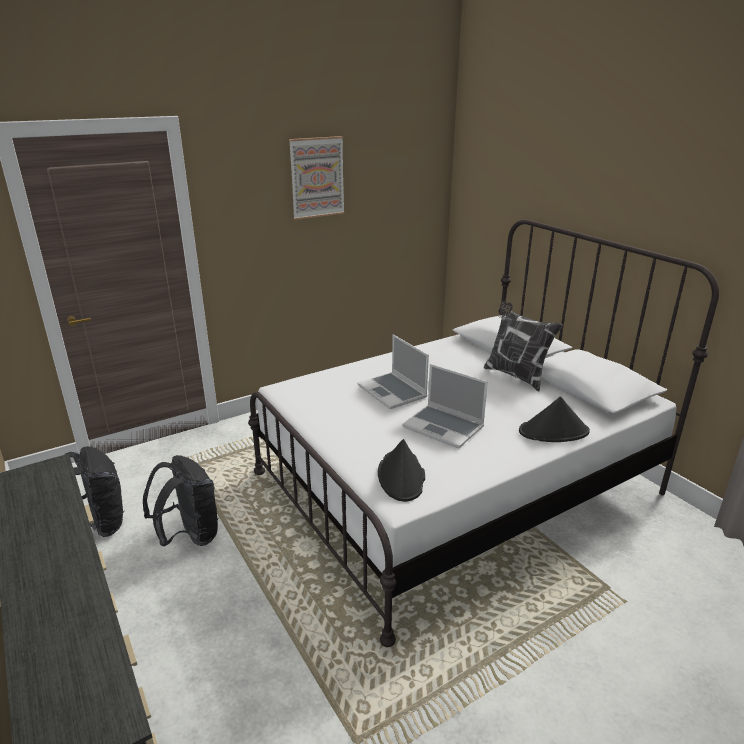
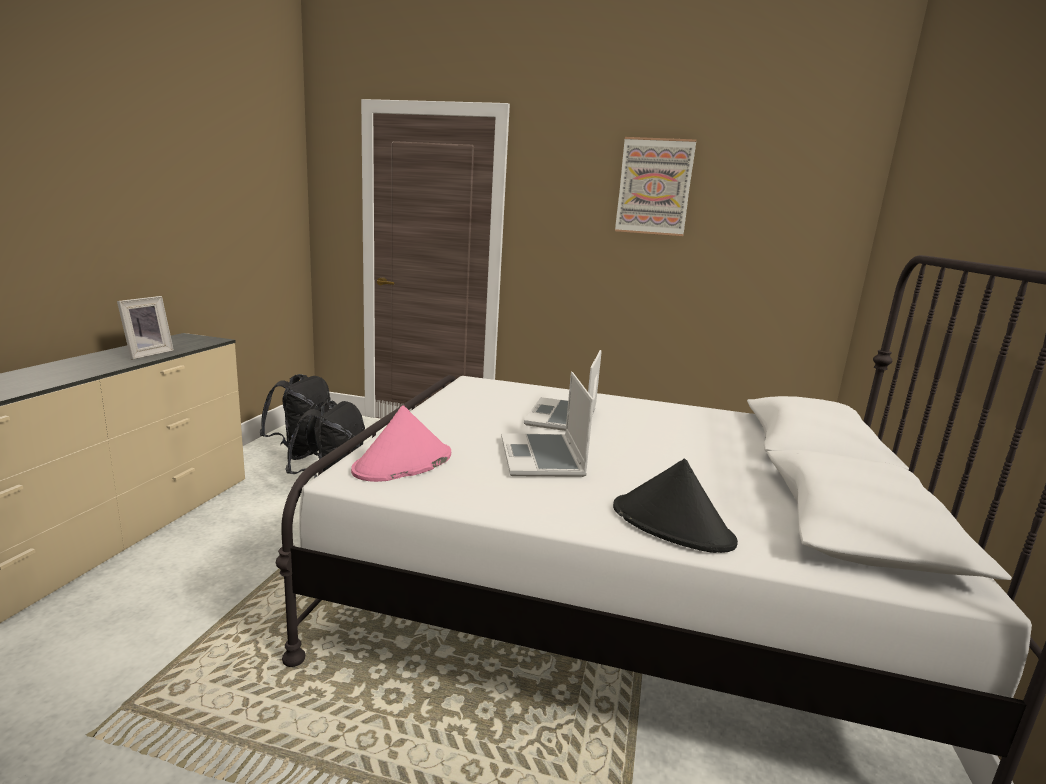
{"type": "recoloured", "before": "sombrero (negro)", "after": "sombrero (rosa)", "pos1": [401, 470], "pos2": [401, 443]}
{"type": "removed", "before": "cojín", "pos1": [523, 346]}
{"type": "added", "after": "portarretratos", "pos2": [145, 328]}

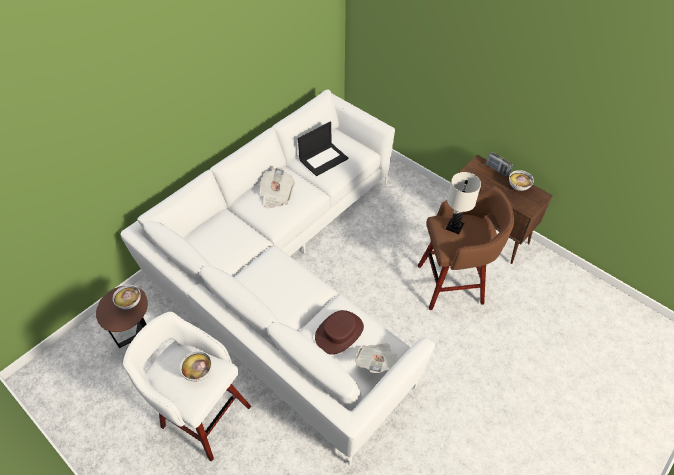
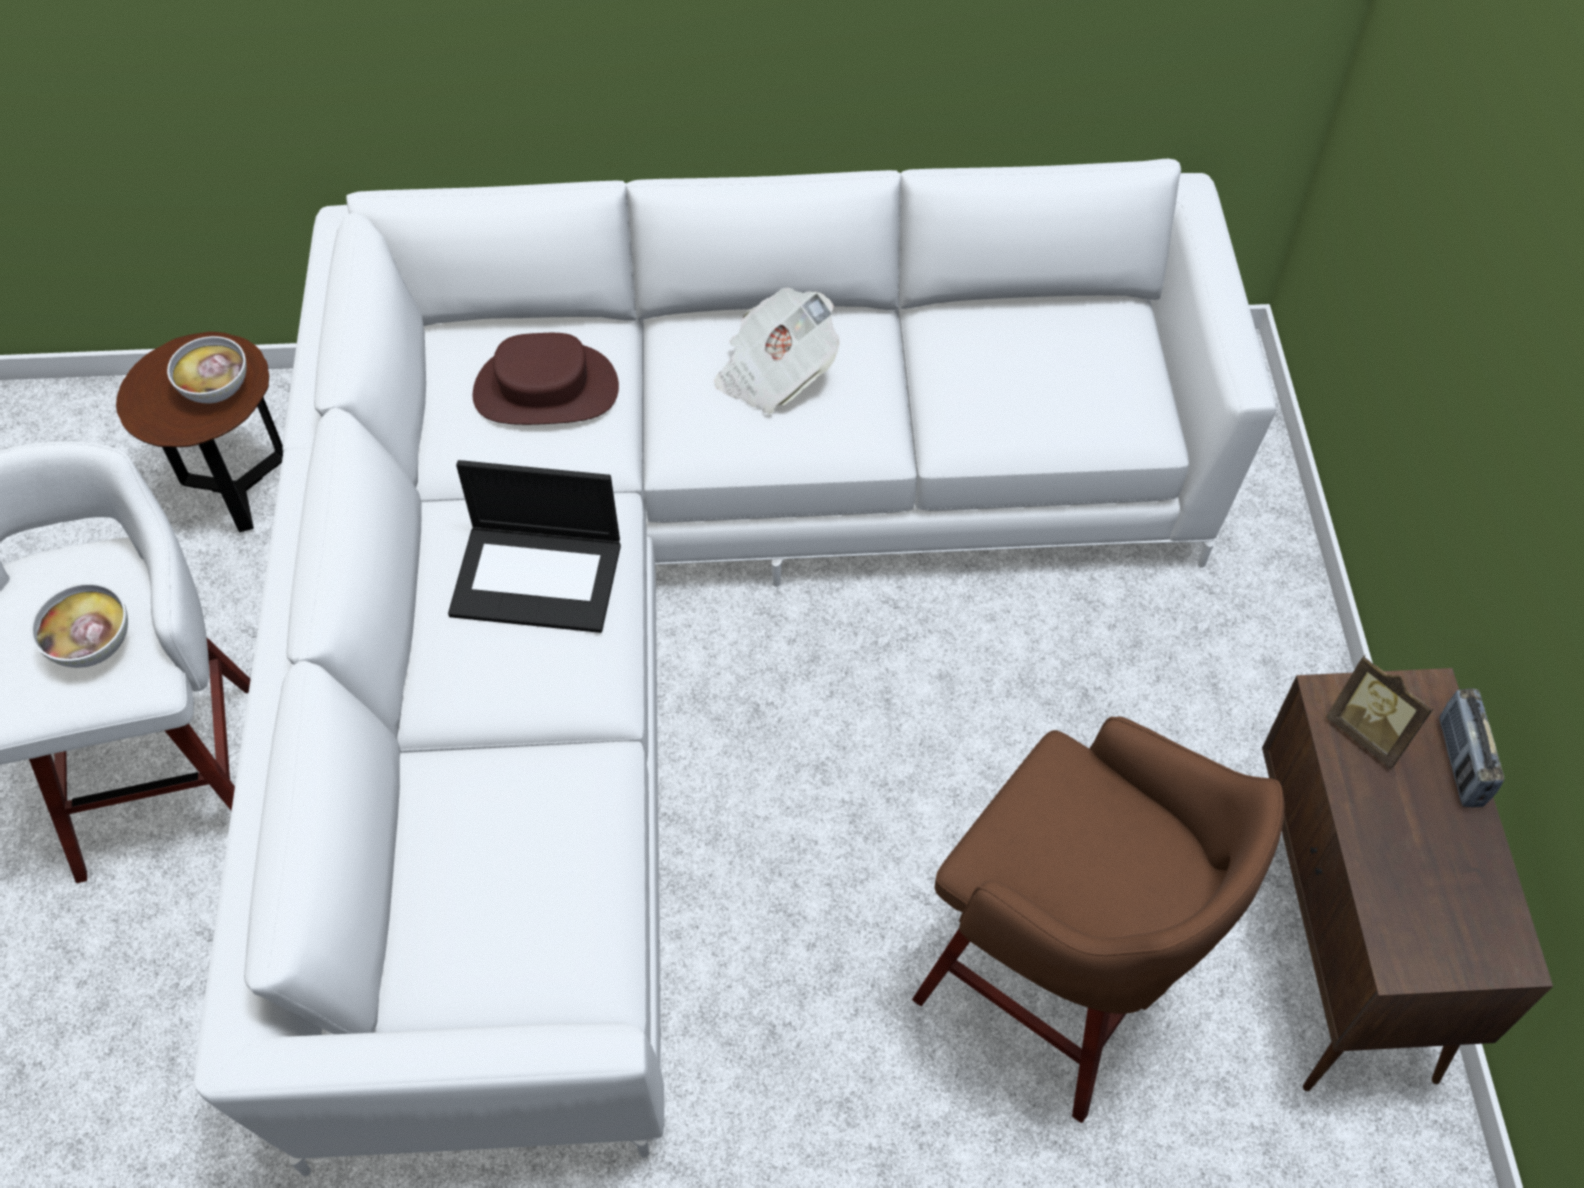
{"type": "moved", "before": "portátil", "pos1": [323, 149], "pos2": [534, 546]}
{"type": "moved", "before": "sombrero (marrón)", "pos1": [339, 332], "pos2": [546, 379]}
{"type": "removed", "before": "periódico", "pos1": [376, 358]}
{"type": "removed", "before": "lámpara de mesa (blanco)", "pos1": [463, 203]}
{"type": "removed", "before": "cuenco", "pos1": [521, 180]}
{"type": "added", "after": "portarretratos", "pos2": [1380, 712]}

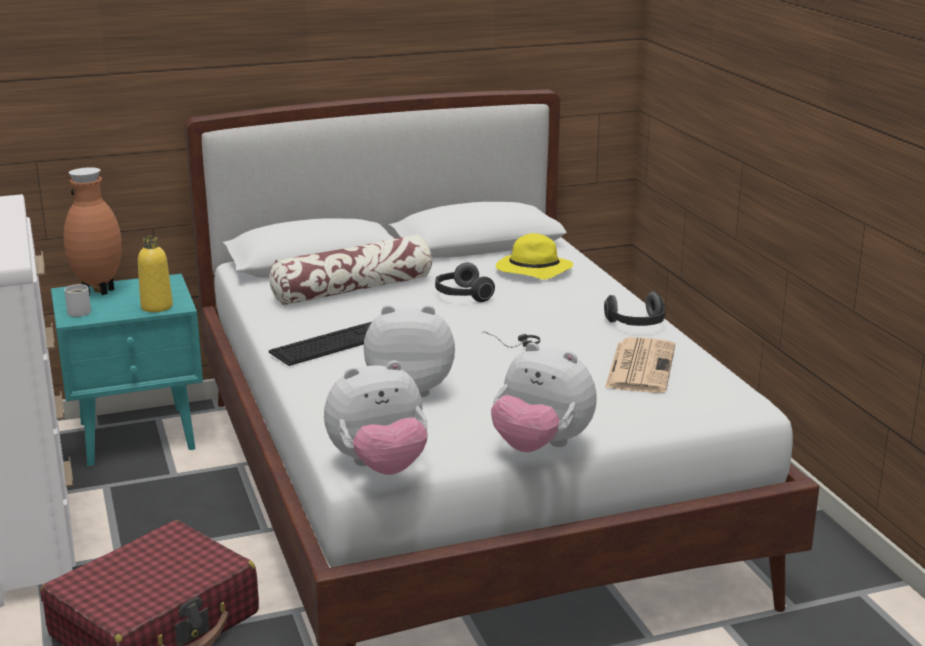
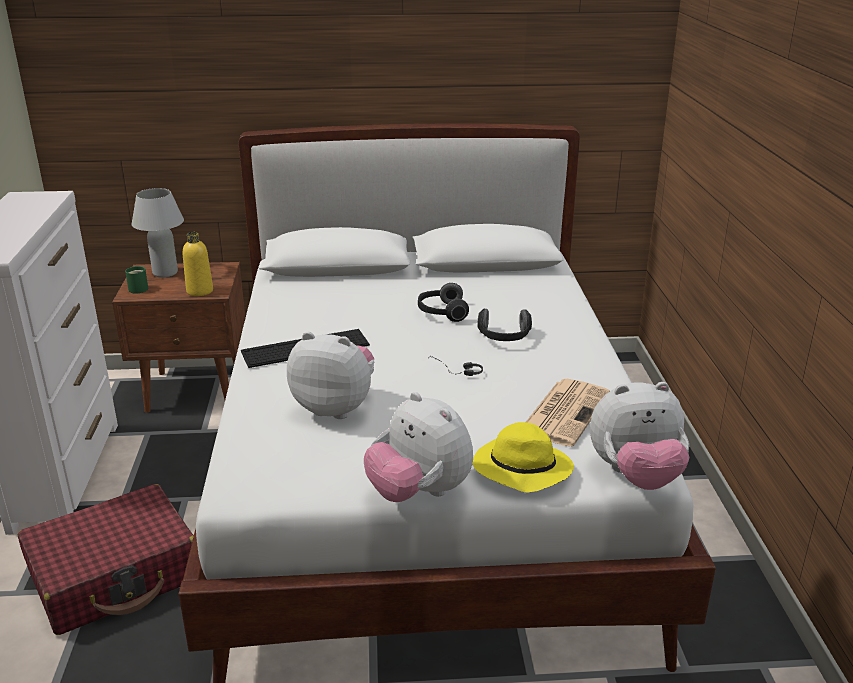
{"type": "recoloured", "before": "mesita de noche (turquesa)", "after": "mesita de noche (marrón)", "pos1": [127, 369], "pos2": [178, 337]}
{"type": "replaced", "before": "florero (marrón)", "after": "lámpara de mesa (blanco)", "pos1": [92, 231], "pos2": [158, 233]}
{"type": "recoloured", "before": "taza grande (blanco)", "after": "taza grande (verde)", "pos1": [77, 300], "pos2": [136, 280]}
{"type": "removed", "before": "cojín", "pos1": [350, 269]}
{"type": "moved", "before": "peluche", "pos1": [376, 418], "pos2": [639, 436]}
{"type": "moved", "before": "sombrero (amarillo)", "pos1": [534, 256], "pos2": [523, 457]}
{"type": "moved", "before": "auriculares", "pos1": [634, 309], "pos2": [504, 324]}

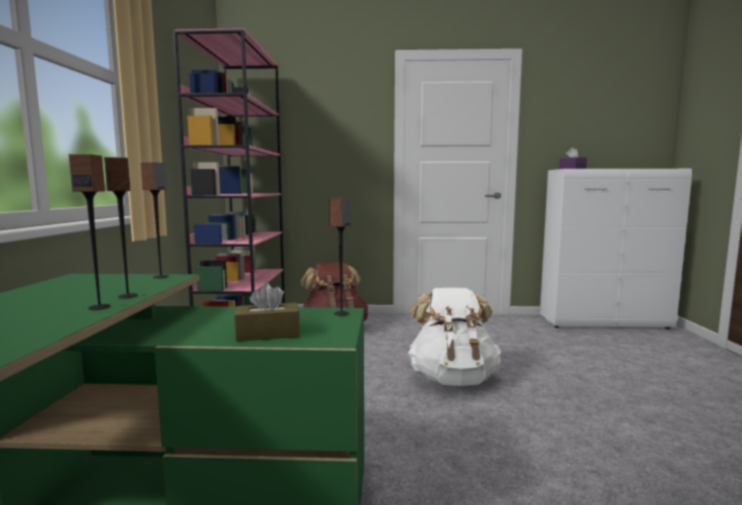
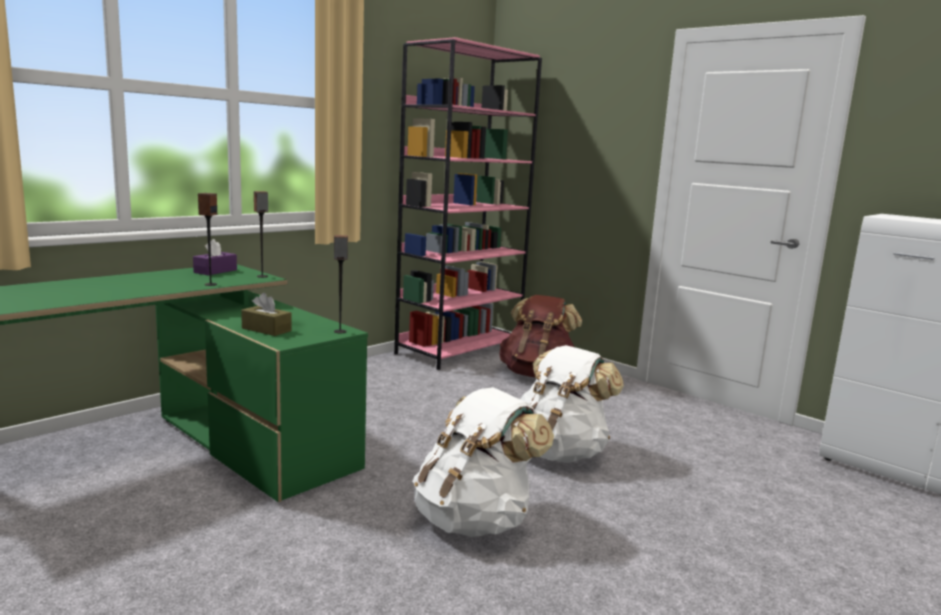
{"type": "removed", "before": "altavoz", "pos1": [90, 232]}
{"type": "moved", "before": "caja de pañuelos (morado)", "pos1": [573, 158], "pos2": [215, 257]}
{"type": "added", "after": "mochila (blanco)", "pos2": [483, 462]}

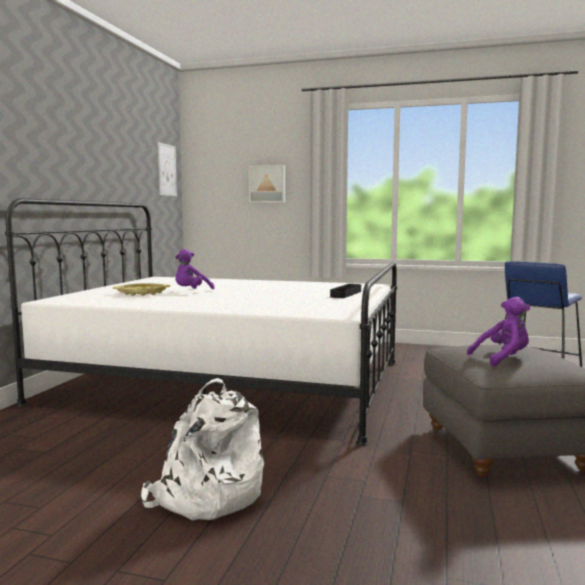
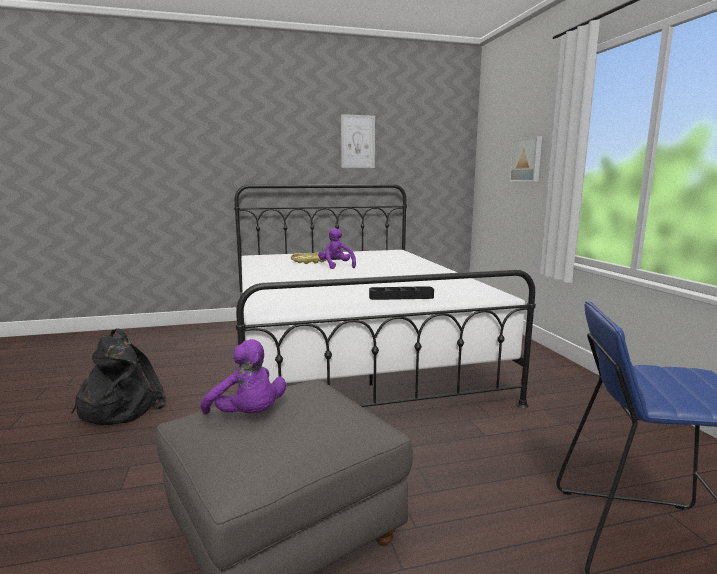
{"type": "recoloured", "before": "mochila (blanco)", "after": "mochila (negro)", "pos1": [202, 449], "pos2": [118, 376]}
{"type": "moved", "before": "cuadro", "pos1": [167, 169], "pos2": [358, 141]}
{"type": "turned", "before": "peluche (morado)", "pos1": [195, 269], "pos2": [337, 248], "turn": 60}

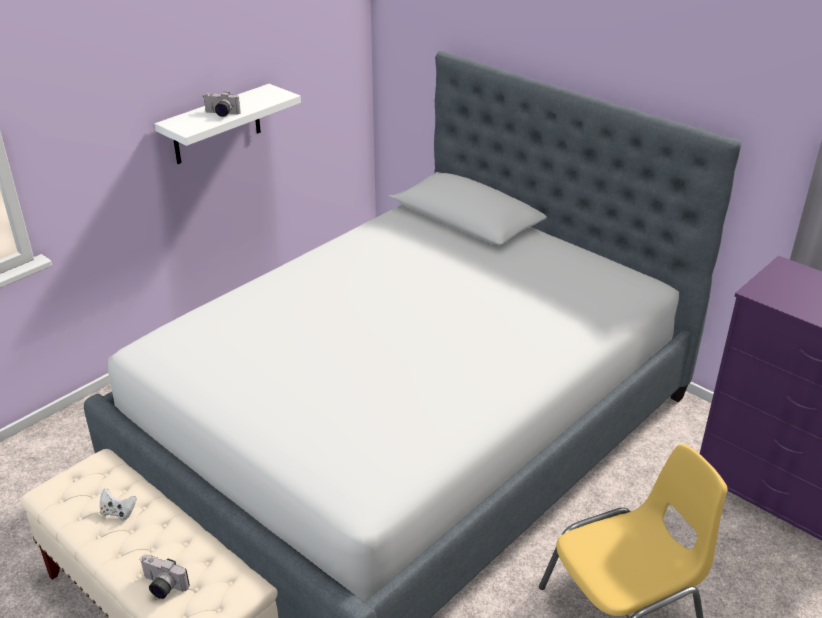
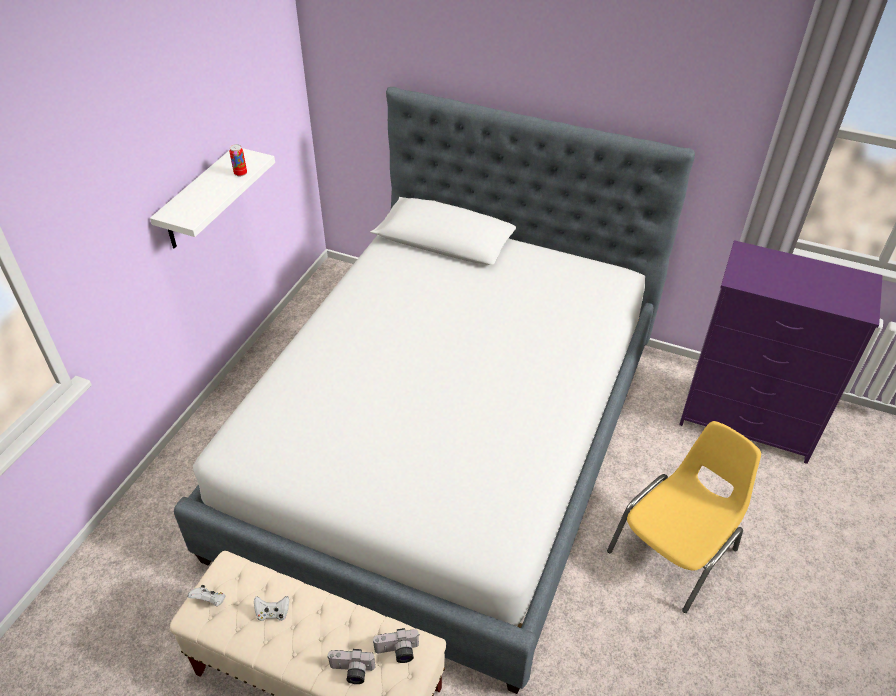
{"type": "moved", "before": "cámara", "pos1": [222, 104], "pos2": [396, 645]}
{"type": "added", "after": "mando de consola (blanco)", "pos2": [206, 595]}
{"type": "added", "after": "lata", "pos2": [238, 160]}

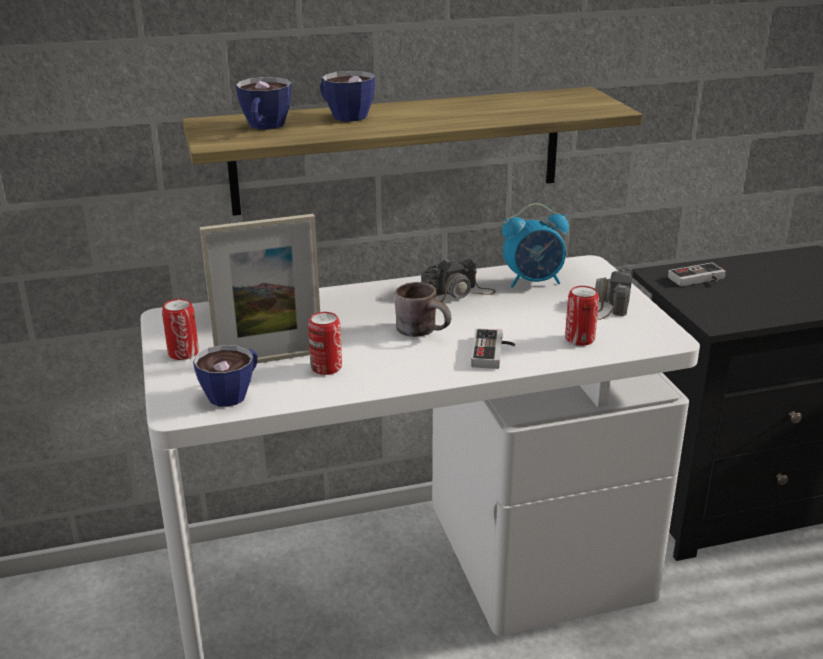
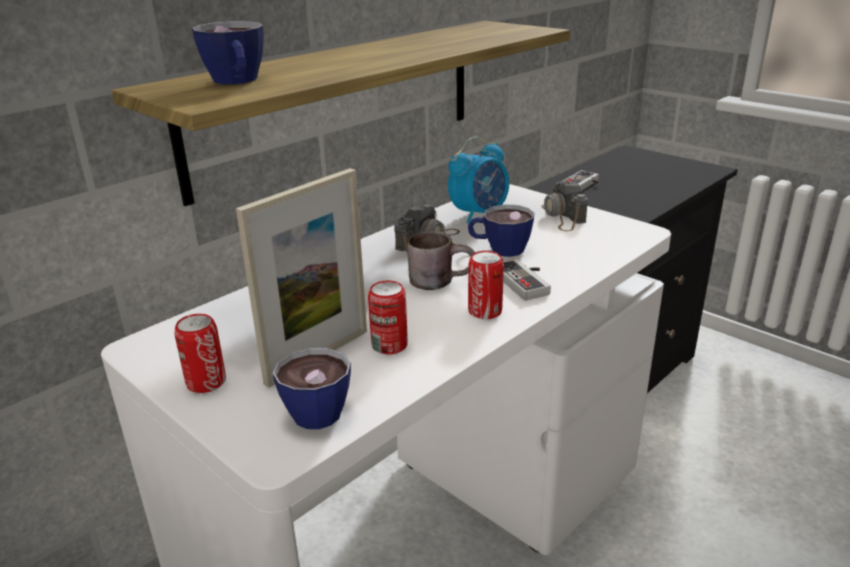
{"type": "moved", "before": "taza", "pos1": [347, 96], "pos2": [501, 230]}
{"type": "moved", "before": "lata", "pos1": [582, 316], "pos2": [486, 285]}

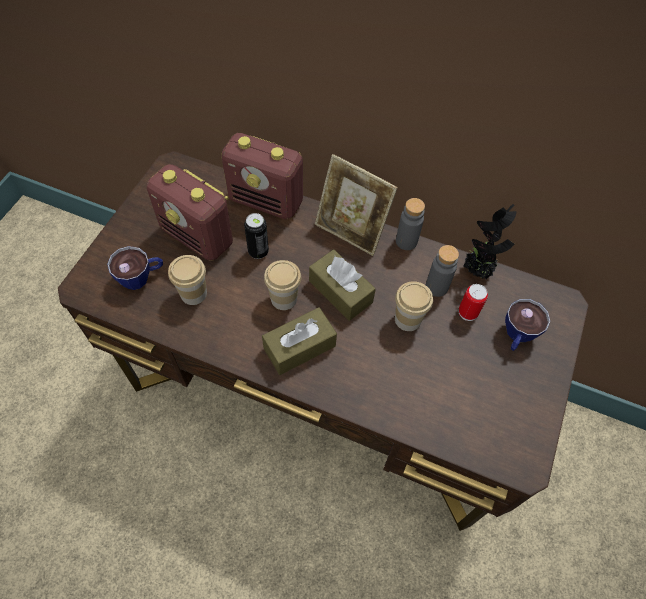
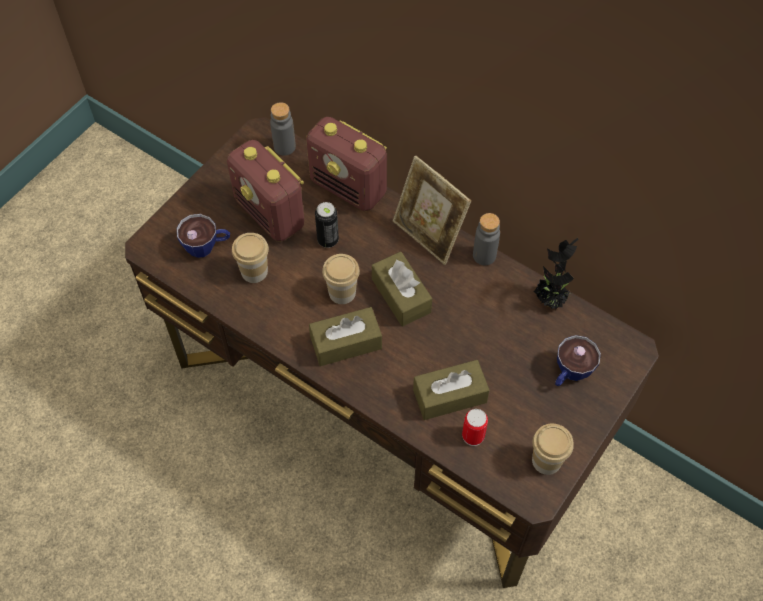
{"type": "moved", "before": "taza", "pos1": [414, 306], "pos2": [553, 449]}
{"type": "moved", "before": "botella (gris)", "pos1": [442, 271], "pos2": [283, 129]}
{"type": "moved", "before": "lata", "pos1": [473, 302], "pos2": [475, 427]}
{"type": "added", "after": "caja de pañuelos (marrón)", "pos2": [451, 390]}

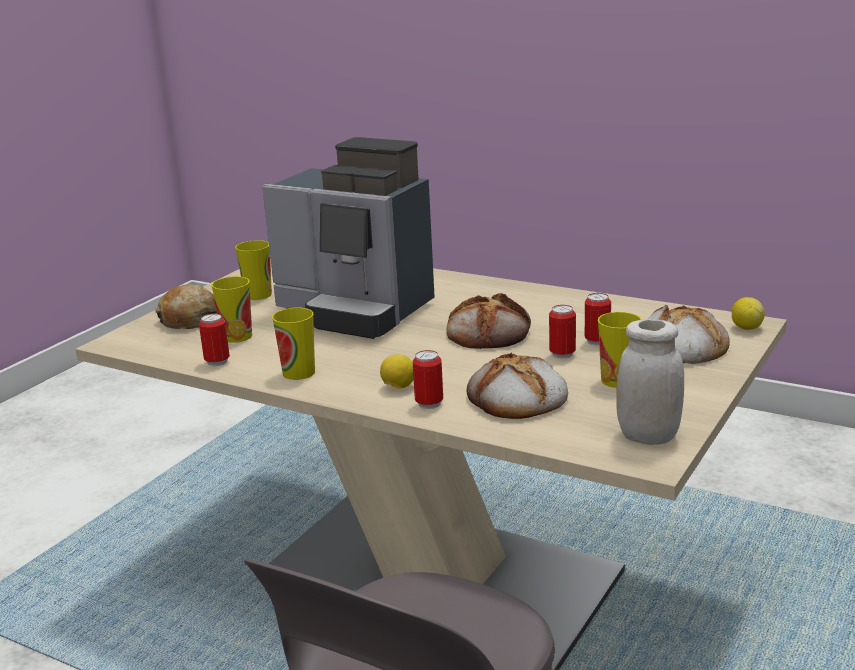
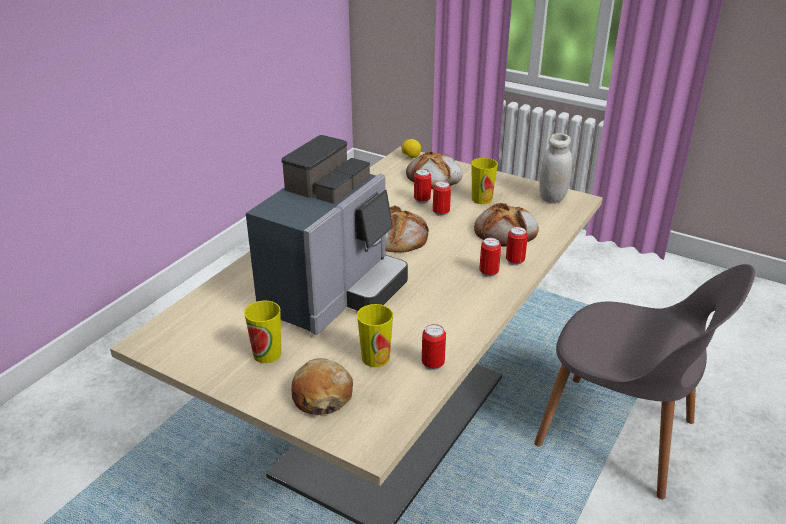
{"type": "removed", "before": "taza", "pos1": [293, 344]}
{"type": "replaced", "before": "limón", "after": "lata", "pos1": [397, 371], "pos2": [490, 257]}

